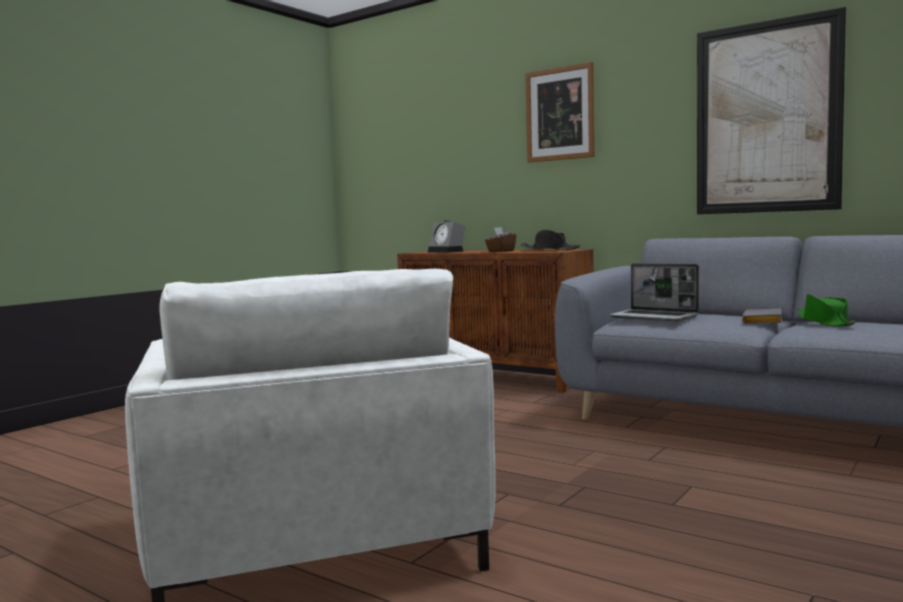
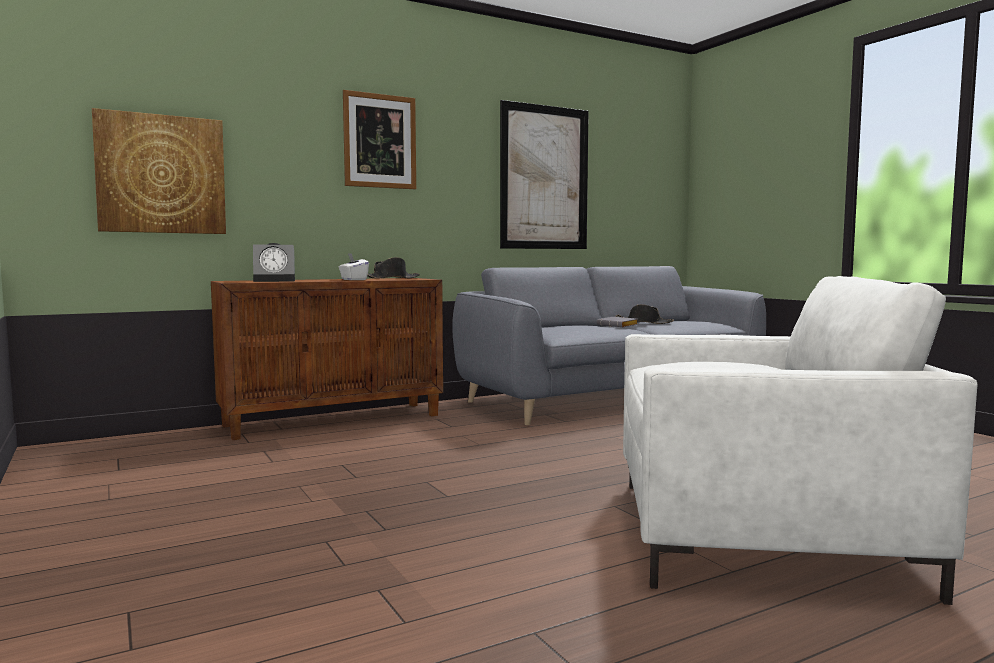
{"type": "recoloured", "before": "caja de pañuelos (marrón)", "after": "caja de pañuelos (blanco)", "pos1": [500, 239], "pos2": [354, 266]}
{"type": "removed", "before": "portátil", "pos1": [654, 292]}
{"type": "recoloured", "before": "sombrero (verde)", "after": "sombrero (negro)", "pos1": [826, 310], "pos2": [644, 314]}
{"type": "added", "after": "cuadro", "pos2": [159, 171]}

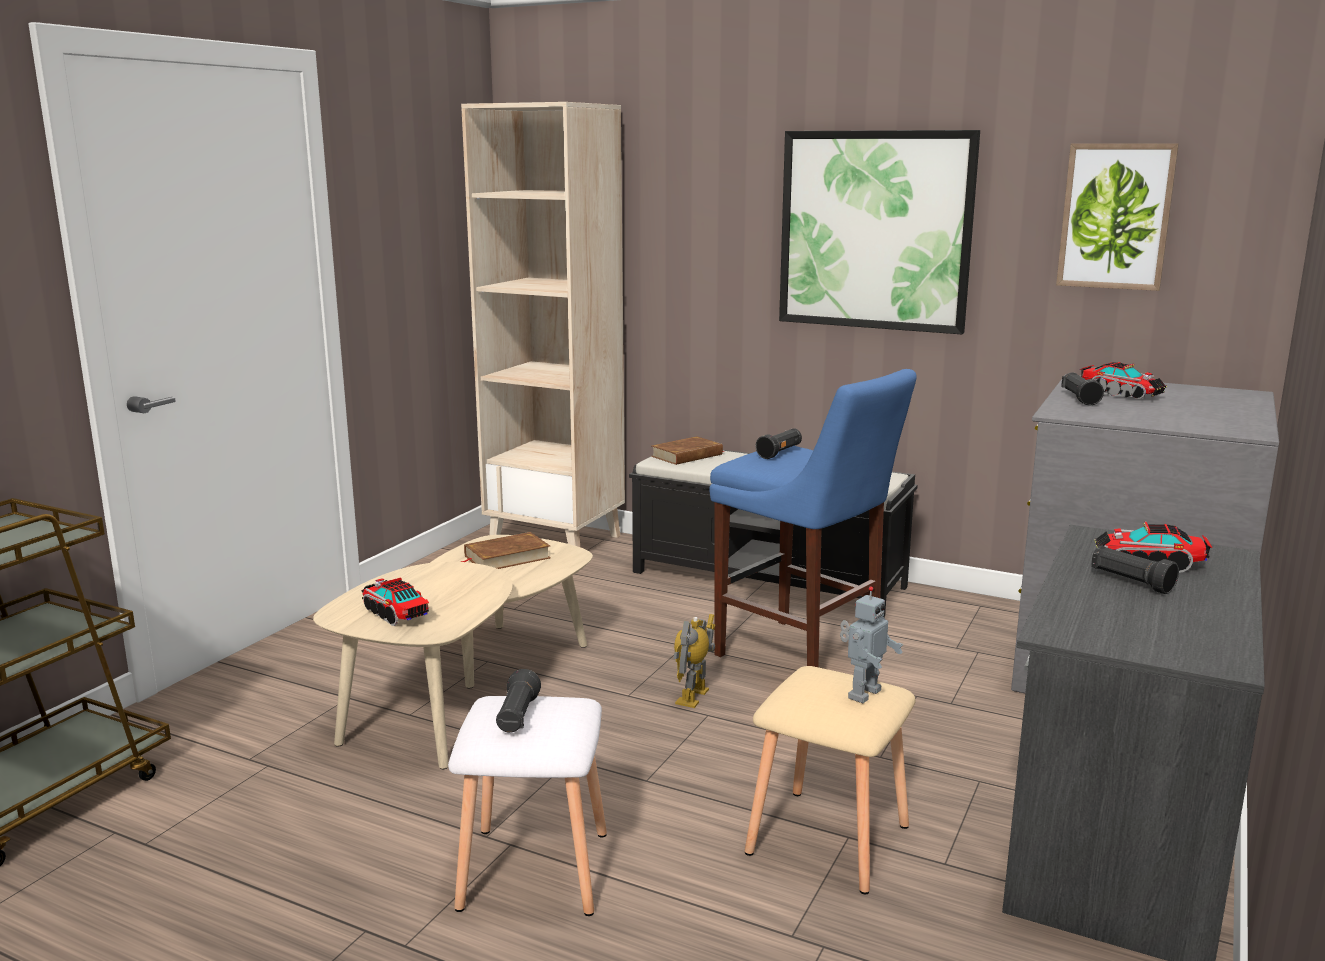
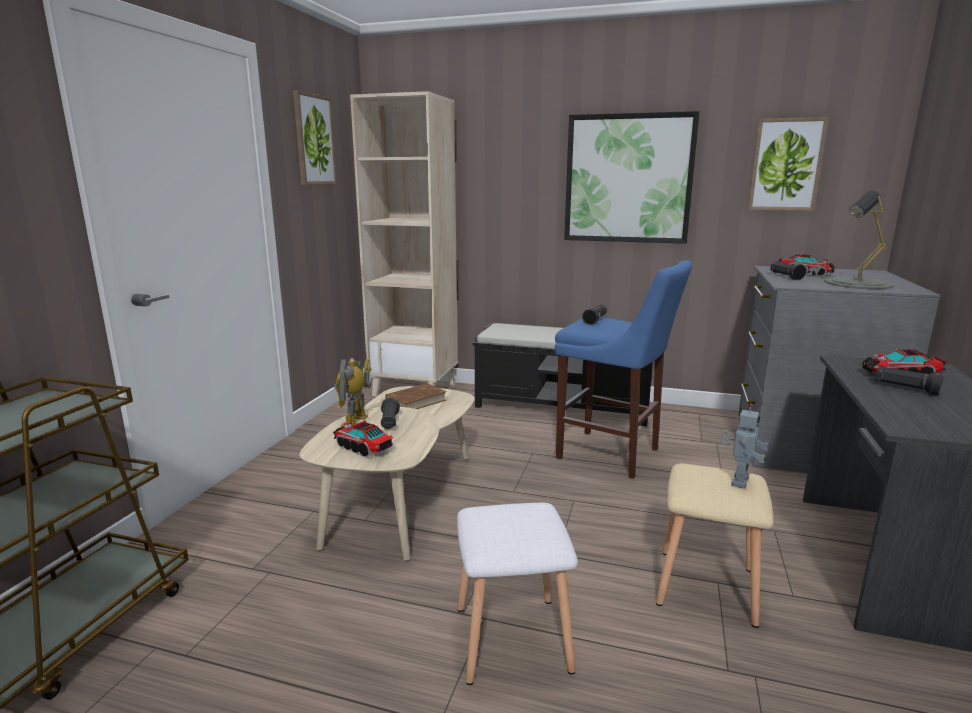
{"type": "moved", "before": "linterna (negro)", "pos1": [518, 701], "pos2": [390, 413]}
{"type": "removed", "before": "libro (marrón)", "pos1": [688, 450]}
{"type": "moved", "before": "robot de juguete", "pos1": [694, 661], "pos2": [353, 392]}
{"type": "added", "after": "cuadro", "pos2": [315, 137]}
{"type": "added", "after": "lámpara de mesa (gris)", "pos2": [859, 240]}

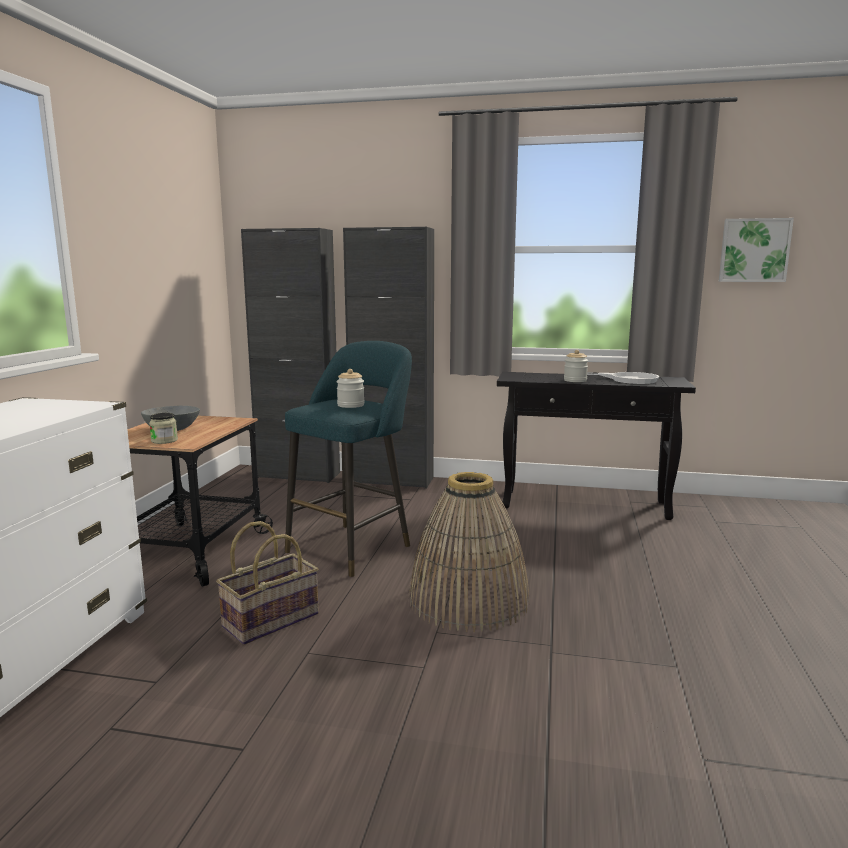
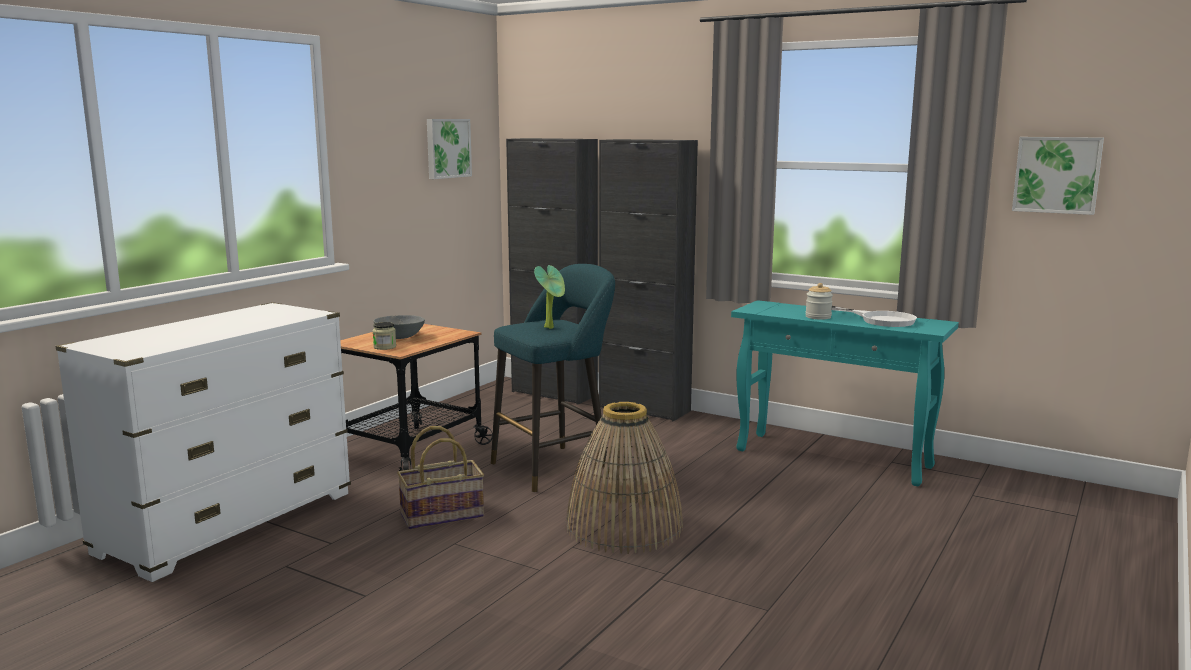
{"type": "replaced", "before": "tarro", "after": "planta en maceta", "pos1": [350, 388], "pos2": [549, 297]}
{"type": "recoloured", "before": "mesa consola (negro)", "after": "mesa consola (turquesa)", "pos1": [596, 446], "pos2": [845, 393]}
{"type": "added", "after": "cuadro", "pos2": [449, 149]}

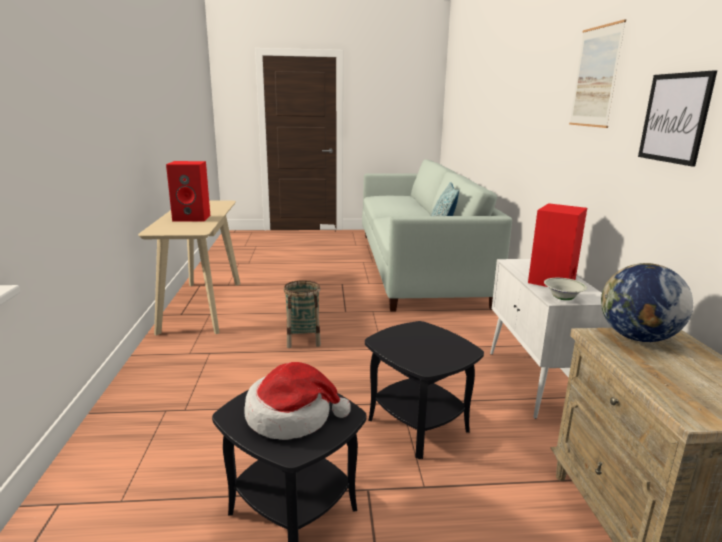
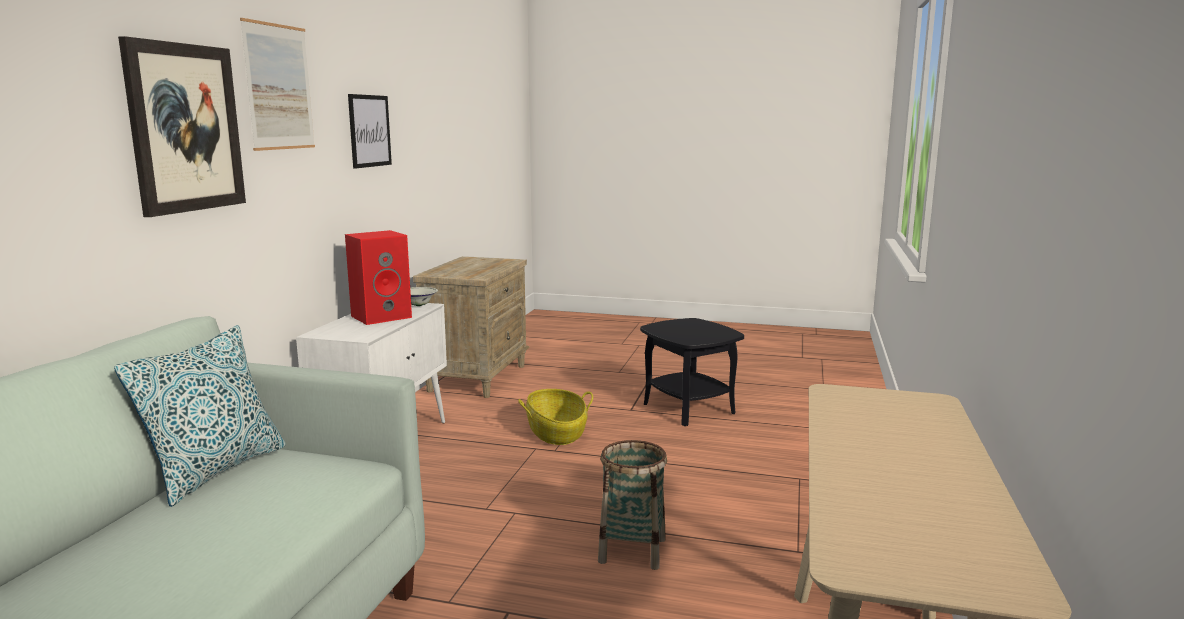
{"type": "removed", "before": "altavoz (rojo)", "pos1": [188, 191]}
{"type": "removed", "before": "sombrero", "pos1": [297, 401]}
{"type": "replaced", "before": "mesa auxiliar (negro)", "after": "cesta", "pos1": [424, 390], "pos2": [555, 417]}
{"type": "removed", "before": "globo terráqueo", "pos1": [647, 302]}
{"type": "added", "after": "cuadro", "pos2": [182, 126]}

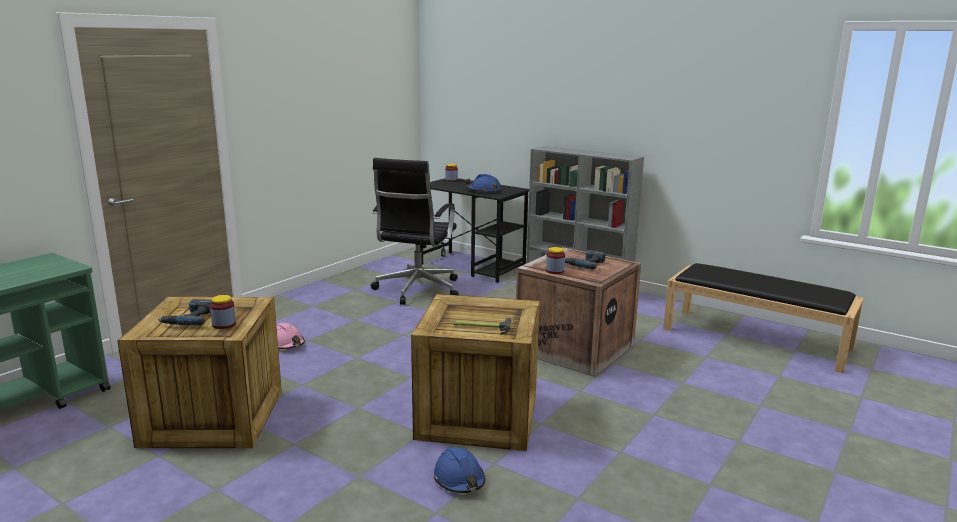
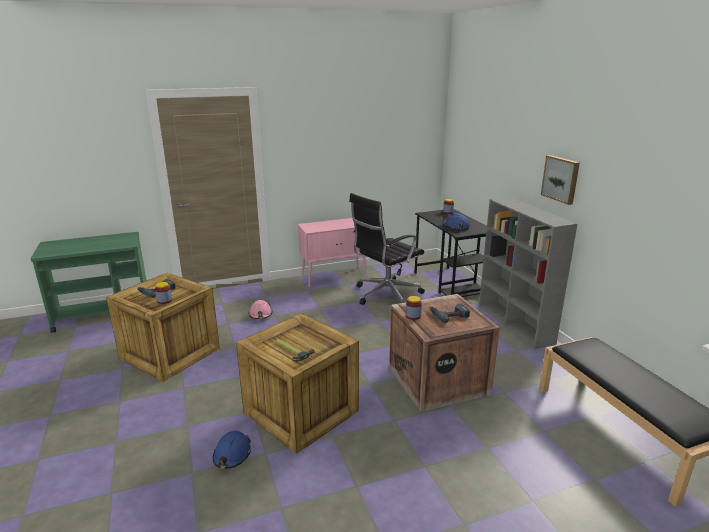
{"type": "added", "after": "armario (rosa)", "pos2": [333, 253]}
{"type": "added", "after": "cuadro", "pos2": [560, 180]}

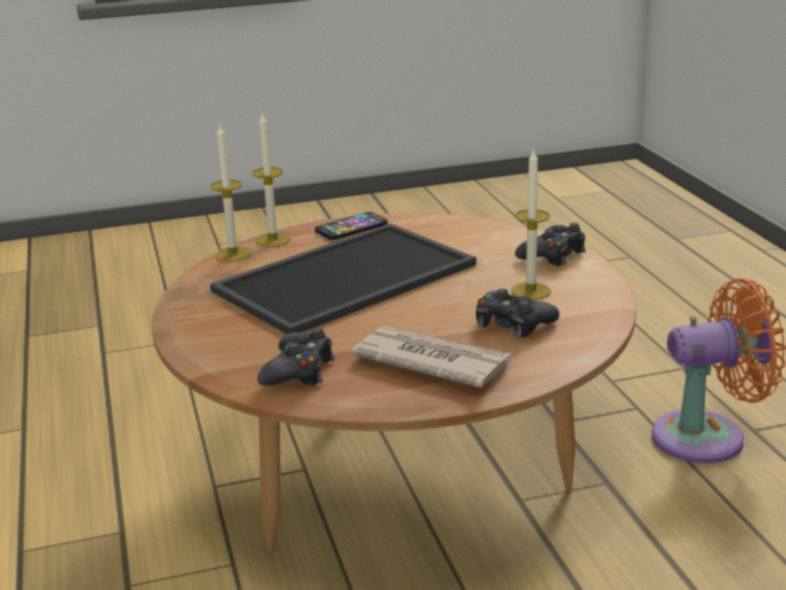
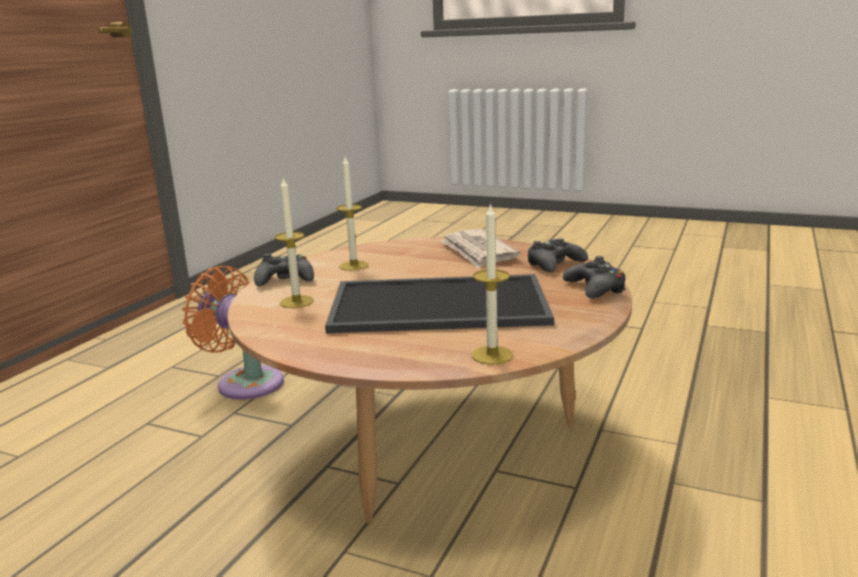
{"type": "moved", "before": "vela", "pos1": [271, 180], "pos2": [294, 243]}
{"type": "removed", "before": "móvil", "pos1": [351, 226]}
{"type": "moved", "before": "mando de consola (negro)", "pos1": [518, 313], "pos2": [594, 277]}

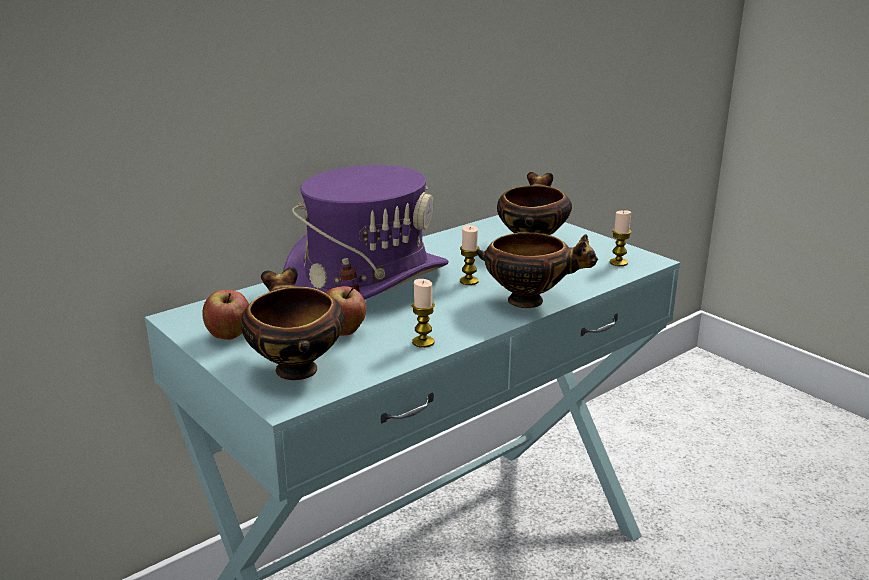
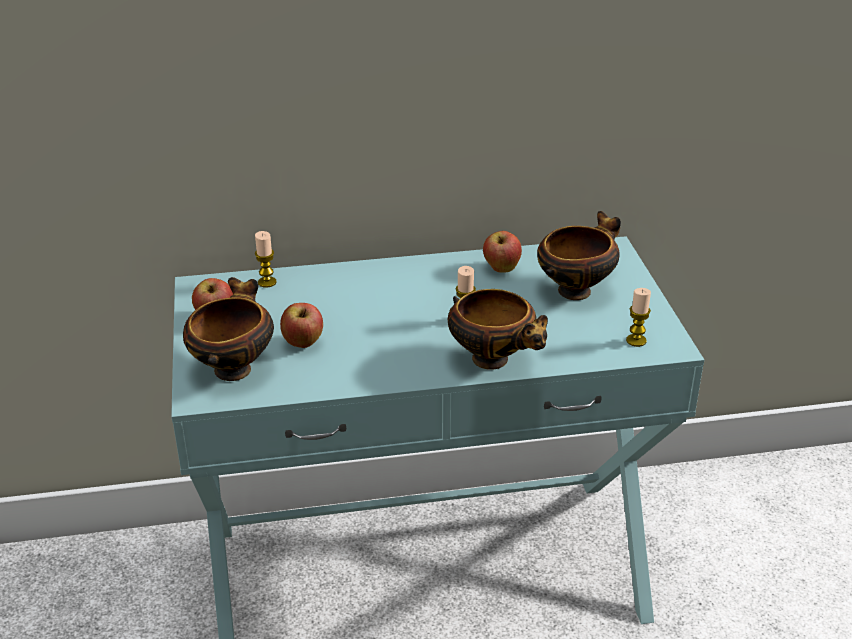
{"type": "removed", "before": "sombrero (morado)", "pos1": [366, 232]}
{"type": "moved", "before": "vela", "pos1": [423, 313], "pos2": [266, 259]}
{"type": "added", "after": "manzana", "pos2": [502, 252]}

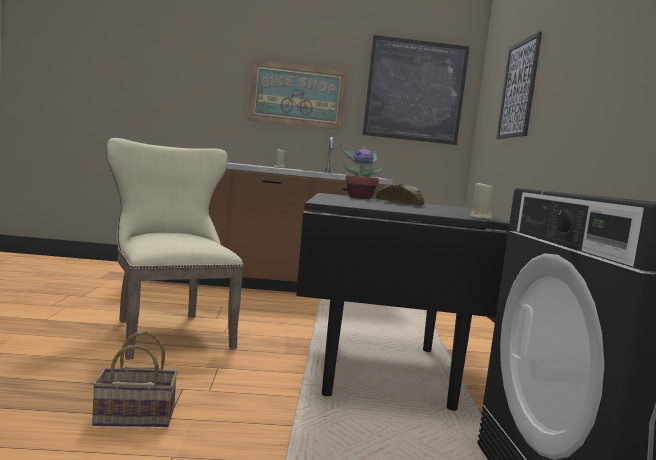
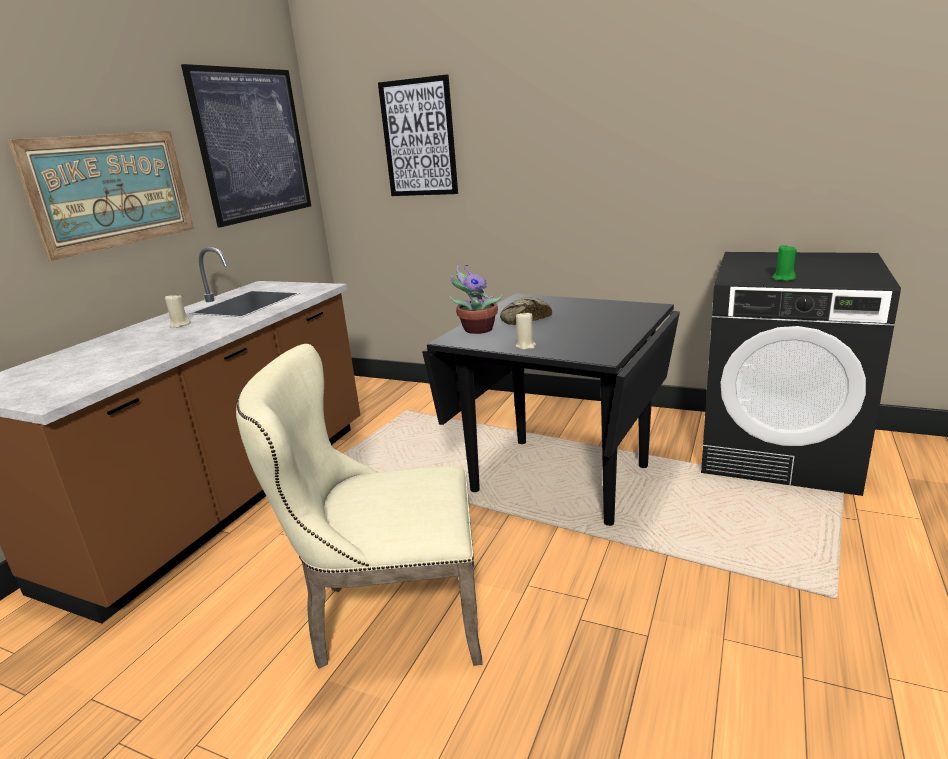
{"type": "removed", "before": "cesta", "pos1": [135, 379]}
{"type": "moved", "before": "vela (beis)", "pos1": [481, 201], "pos2": [525, 330]}
{"type": "added", "after": "vela (verde)", "pos2": [784, 262]}

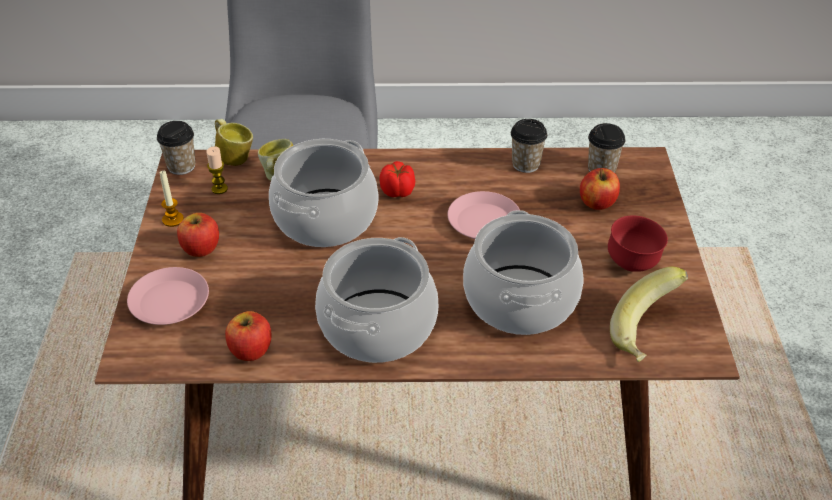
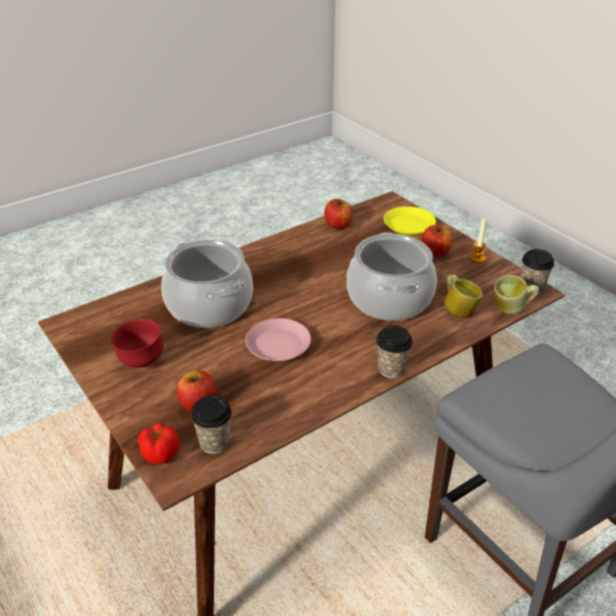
{"type": "recoloured", "before": "plato (rosa)", "after": "plato (amarillo)", "pos1": [168, 296], "pos2": [410, 221]}
{"type": "removed", "before": "vela", "pos1": [217, 170]}
{"type": "removed", "before": "olla", "pos1": [376, 300]}
{"type": "moved", "before": "tomate", "pos1": [397, 179], "pos2": [158, 443]}
{"type": "moved", "before": "taza", "pos1": [529, 146], "pos2": [394, 351]}
{"type": "removed", "before": "plátano", "pos1": [649, 314]}

